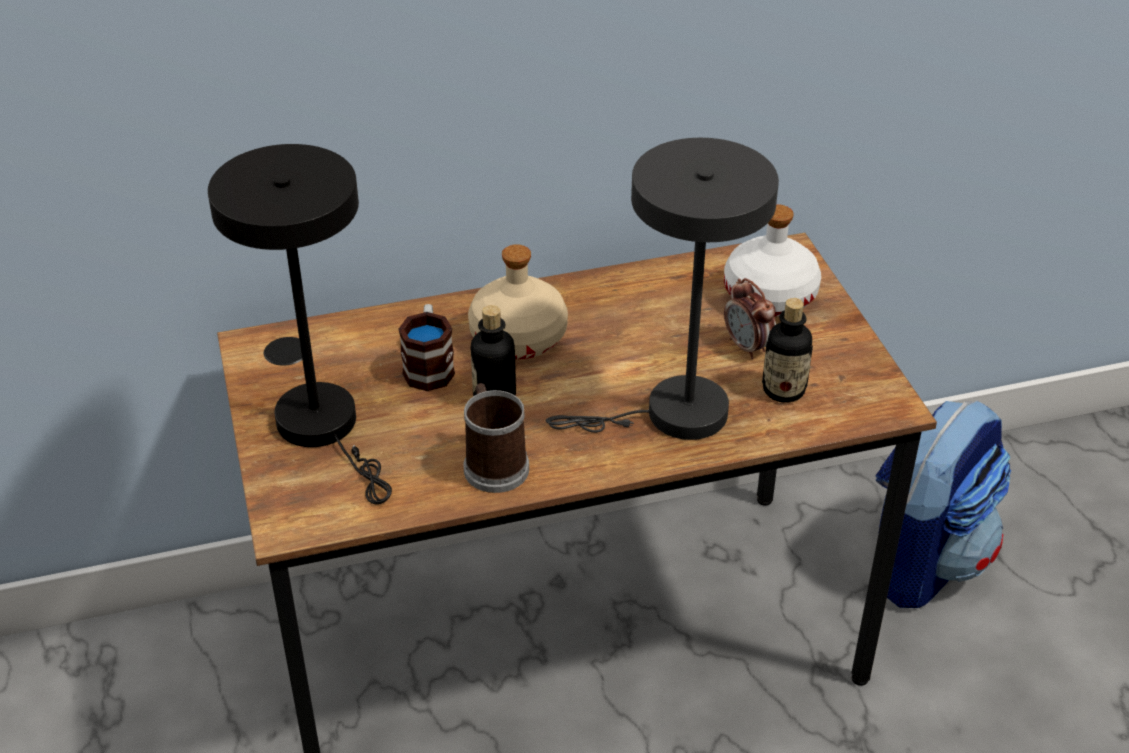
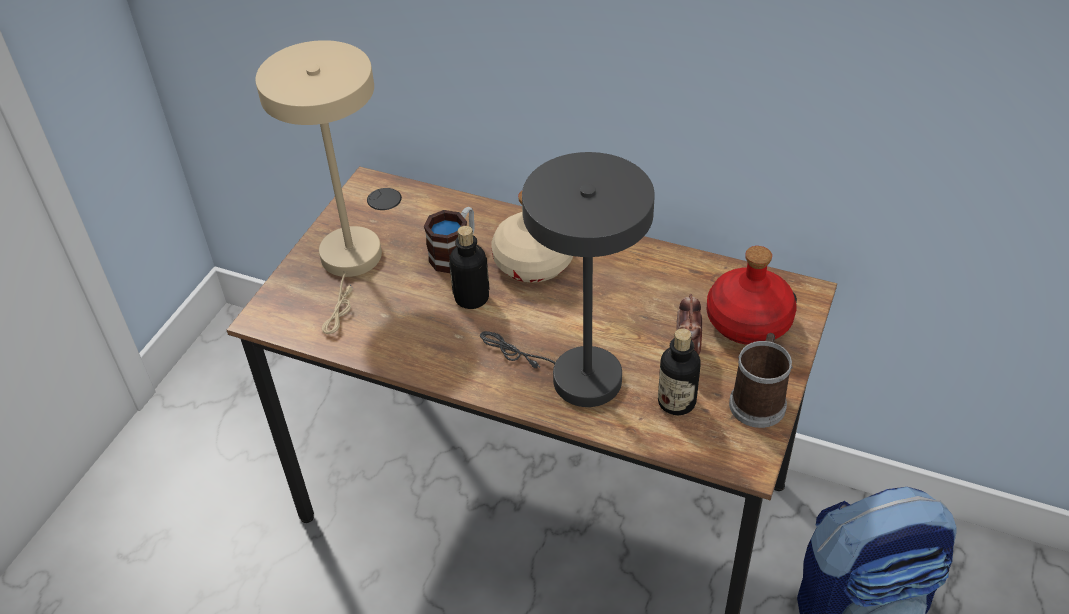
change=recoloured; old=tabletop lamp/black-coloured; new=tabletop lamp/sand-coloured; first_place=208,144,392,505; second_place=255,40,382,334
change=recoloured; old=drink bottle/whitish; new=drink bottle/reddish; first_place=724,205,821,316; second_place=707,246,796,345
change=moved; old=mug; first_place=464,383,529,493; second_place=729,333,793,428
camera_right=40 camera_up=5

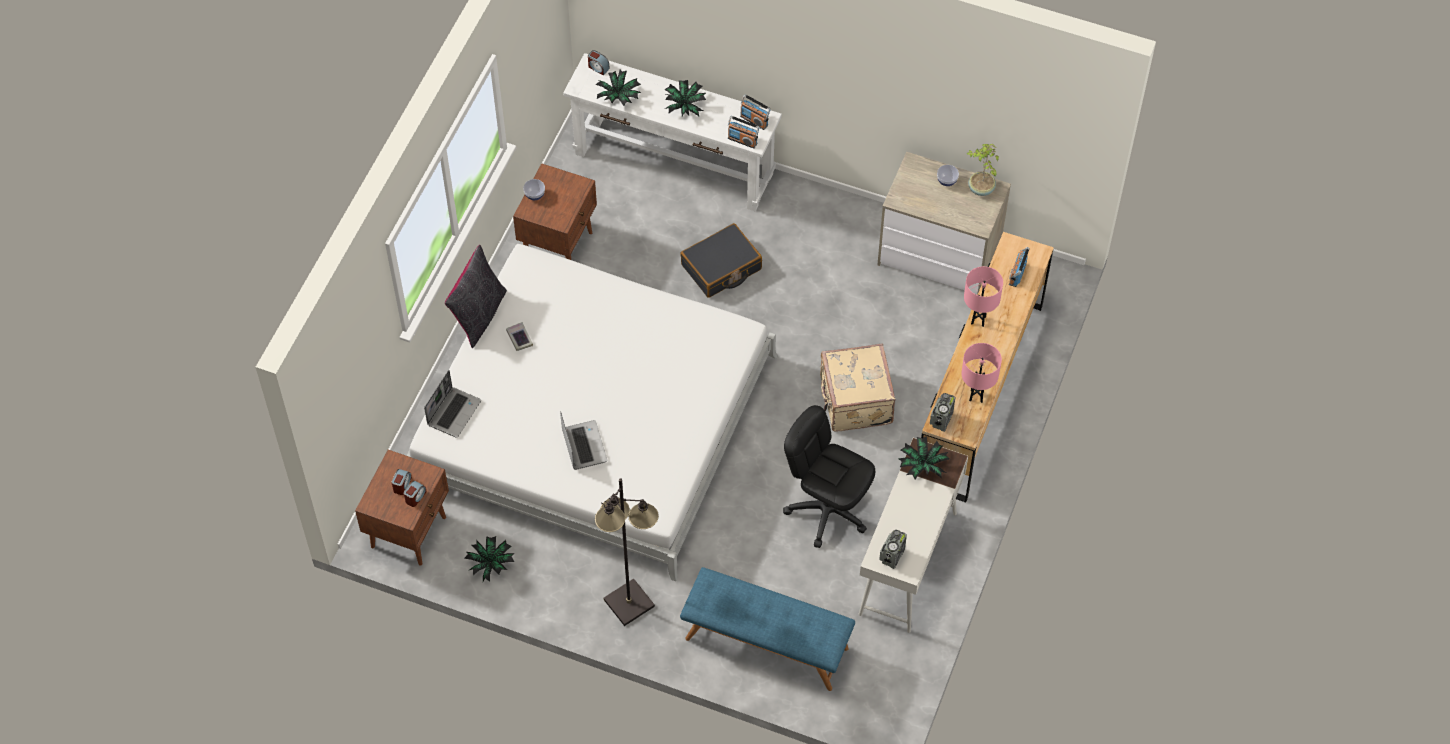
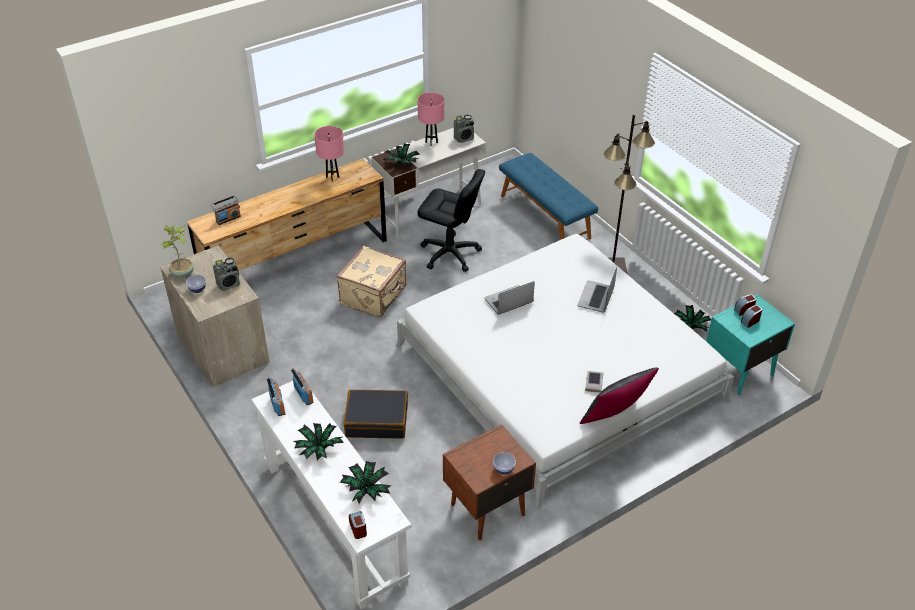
change=moved; old=tabletop lamp/pink; first_place=964,266,1003,327; second_place=417,92,445,146
change=moved; old=laptop; first_place=424,370,481,437; second_place=484,281,535,315
change=moved; old=radio receiver; first_place=930,393,955,432; second_place=213,258,240,291
change=turned; old=office chair/black-coloured; first_place=783,405,875,548; second_place=417,169,485,272; degrees=-45
change=recoloured; old=nightstand/brown-coloured; new=nightstand/turquoise; first_place=355,450,449,565; second_place=706,294,795,395
camera_right=-145 camera_up=-15

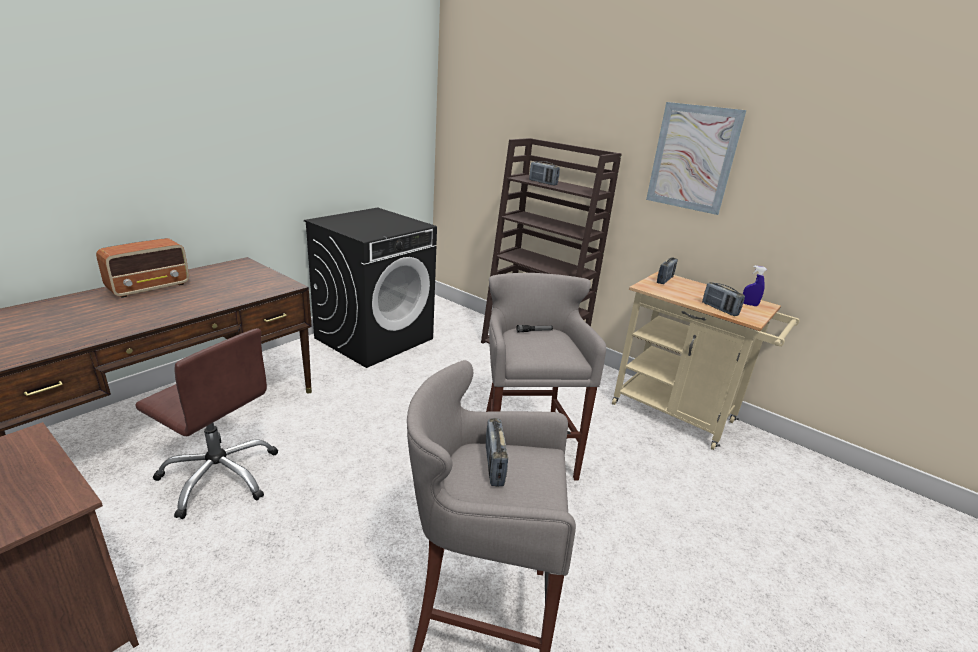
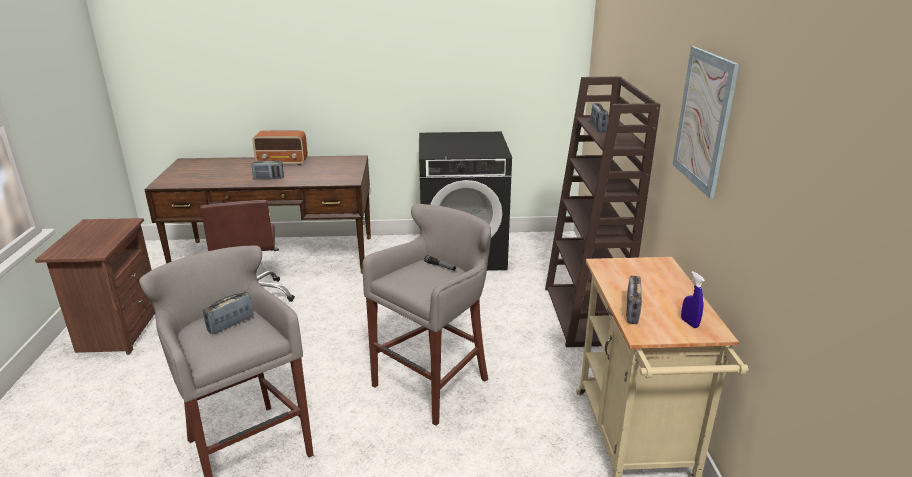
change=moved; old=radio receiver; first_place=657,257,678,284; second_place=252,160,284,180
camera_right=50 camera_up=0

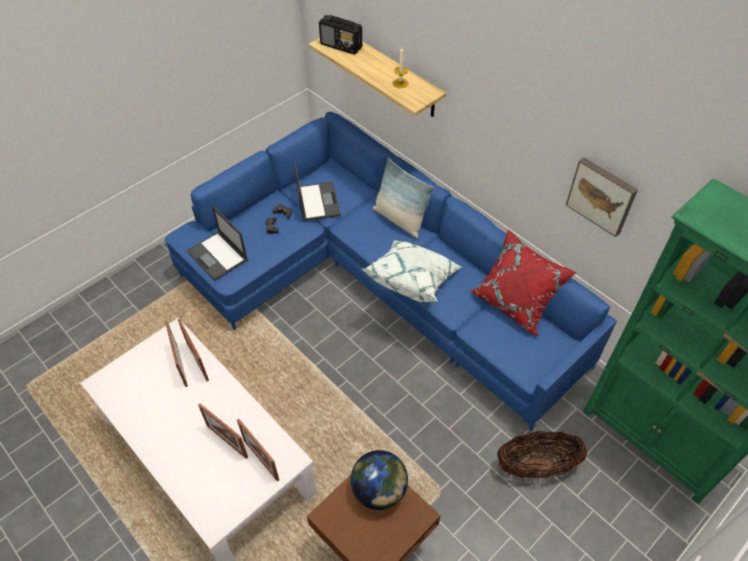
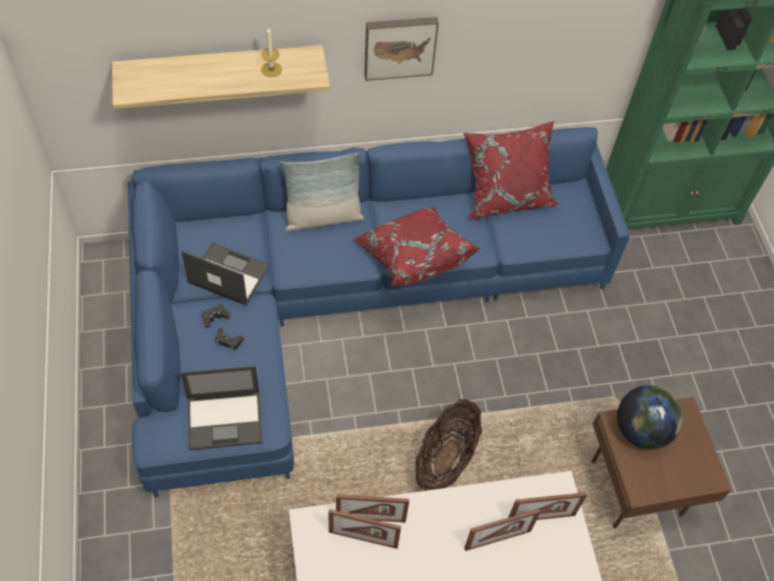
change=removed; old=radio receiver; first_place=319,15,362,55
change=moved; old=wall art; first_place=566,157,638,237; second_place=364,17,439,81
change=recoloured; old=cushion/whitish; new=cushion/reddish; first_place=362,240,461,302; second_place=352,207,481,286
change=moved; old=household basket; first_place=497,431,587,478; second_place=415,399,482,491
camera_right=-60 camera_up=5

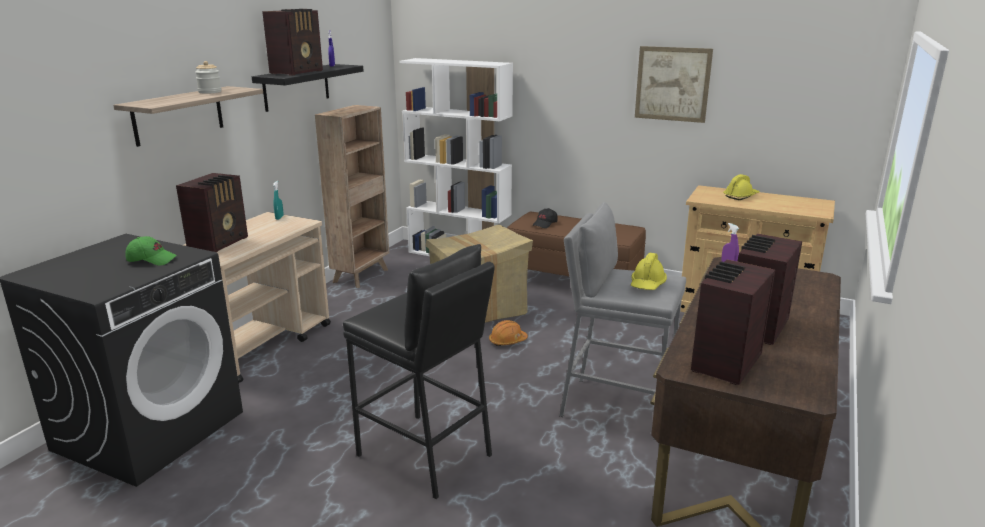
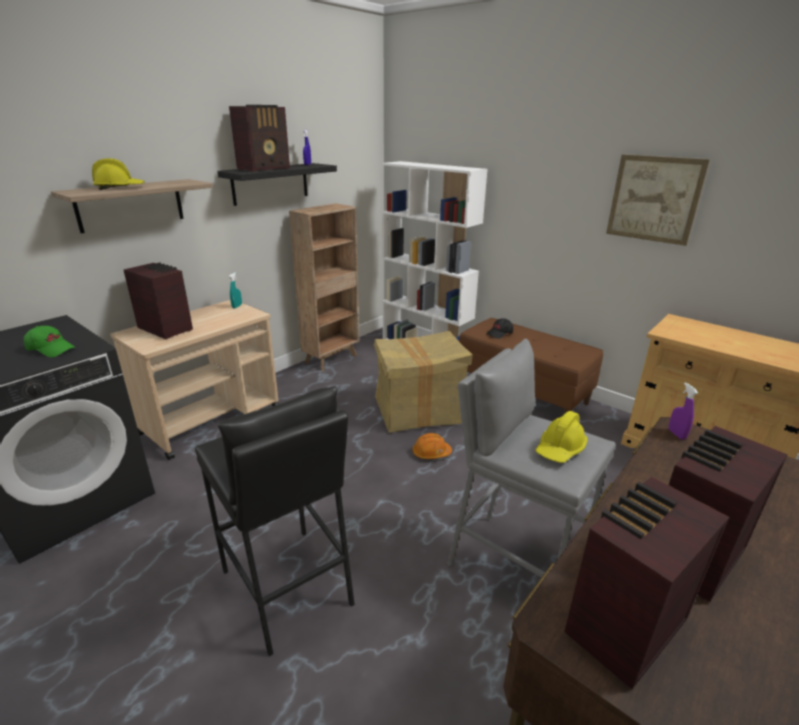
change=removed; old=preserve jar; first_place=195,61,221,94
change=turned; old=radio receiver; first_place=176,173,248,252; second_place=124,262,193,339; degrees=-90
change=moved; old=safety helmet/yellowish; first_place=723,174,760,200; second_place=92,158,145,190
camera_right=15 camera_up=5

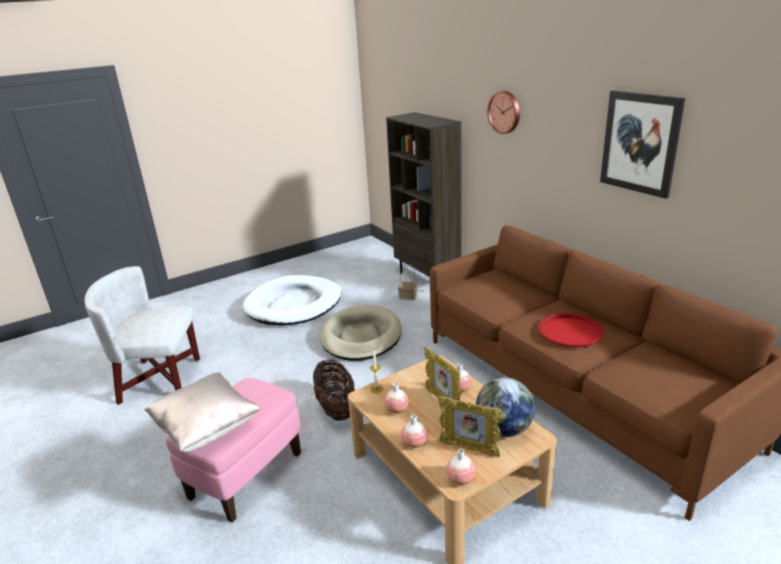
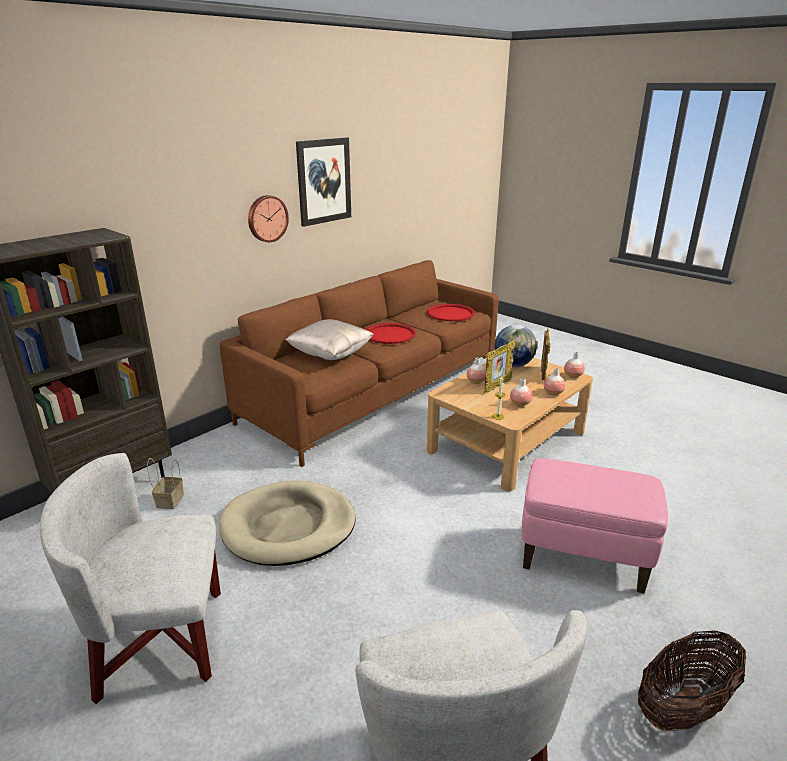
change=moved; old=hanging clock; first_place=487,91,520,134; second_place=248,195,289,242
change=replaced; old=pet bed/whitish; new=lounge chair/whitish; first_place=243,275,342,325; second_place=40,453,221,704
change=moved; old=household basket; first_place=313,359,355,421; second_place=638,631,746,731
change=moved; old=cushion/sand-coloured; first_place=144,372,260,452; second_place=285,319,374,360
change=added; new=tray/reddish; second_place=427,304,475,321
camera_right=-105 camera_up=0

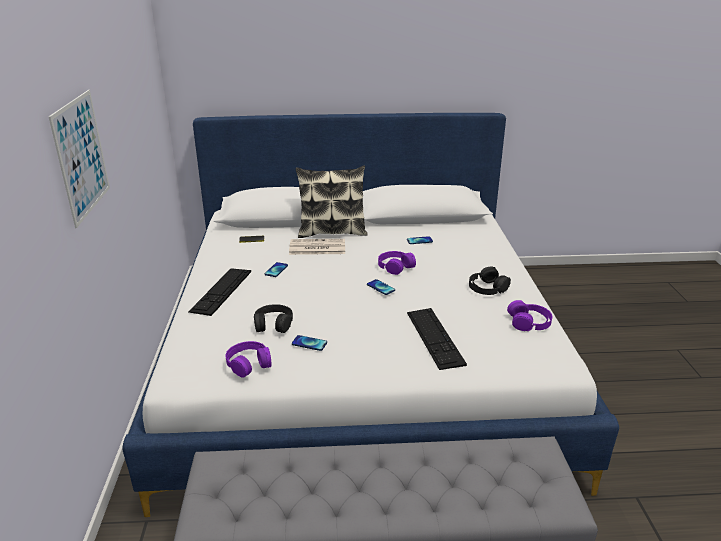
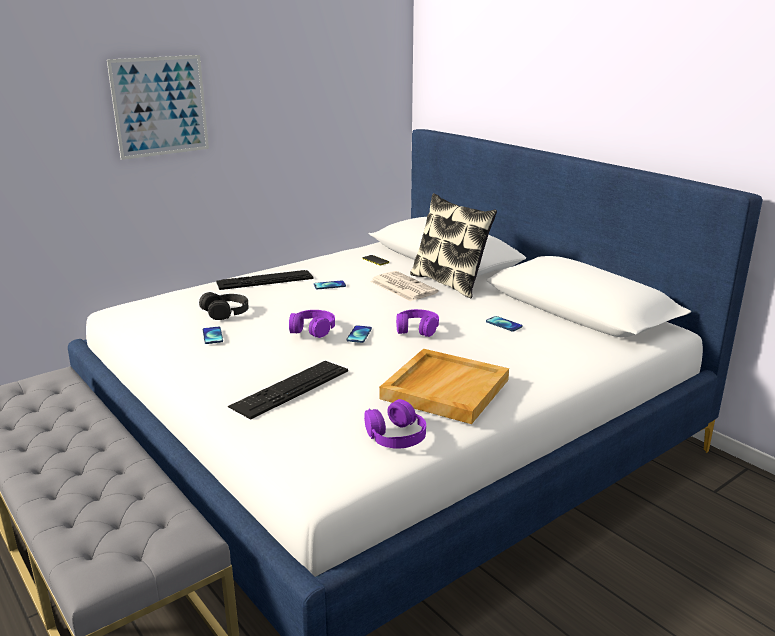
change=replaced; old=headset/black-coloured; new=tray/sand-coloured; first_place=469,267,511,295; second_place=379,349,509,424
change=moved; old=headset/purple-coloured; first_place=226,341,272,378; second_place=289,310,335,338
camera_right=55 camera_up=-5

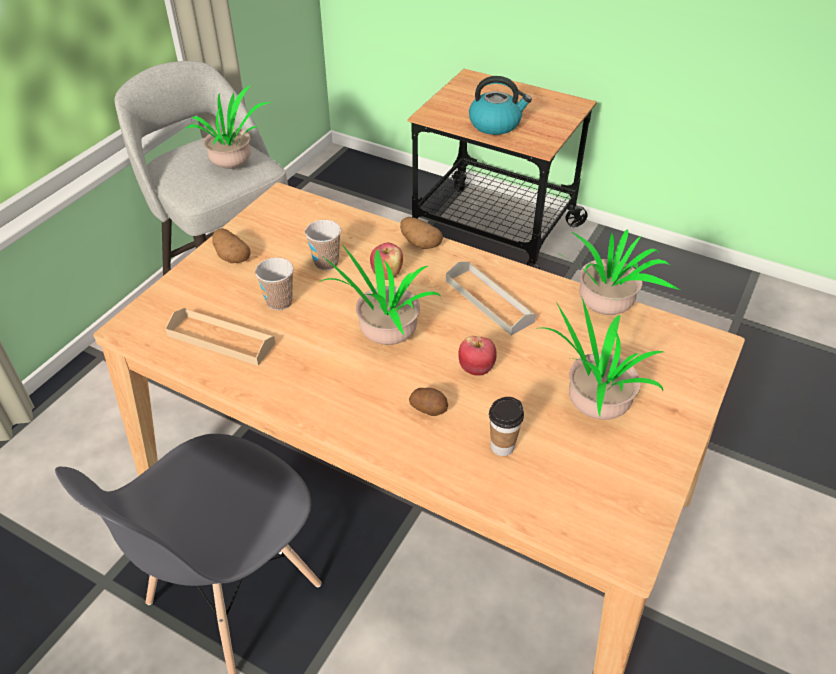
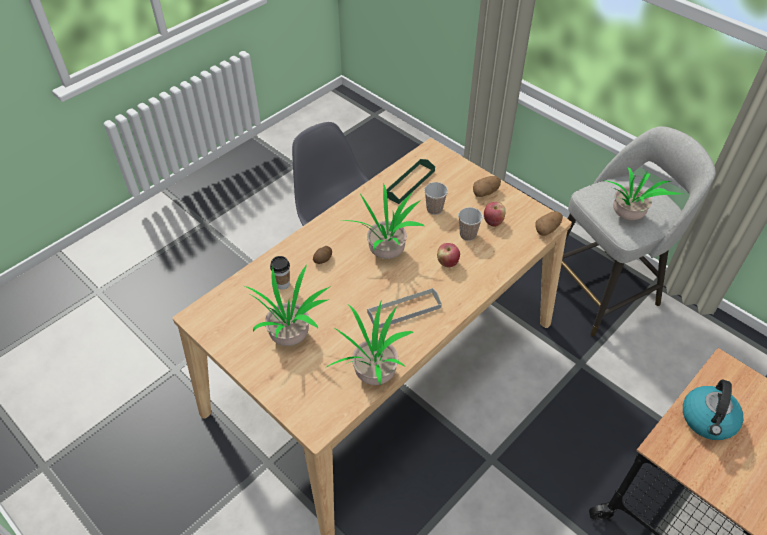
change=moved; old=spud; first_place=400,217,443,249; second_place=535,211,563,236
change=recoloured; old=tray/sand-coloured; new=tray/greenish; first_place=165,308,276,366; second_place=386,159,435,204
change=moved; old=apple fruit; first_place=458,336,497,376; second_place=484,202,506,227
camera_right=105 camera_up=5

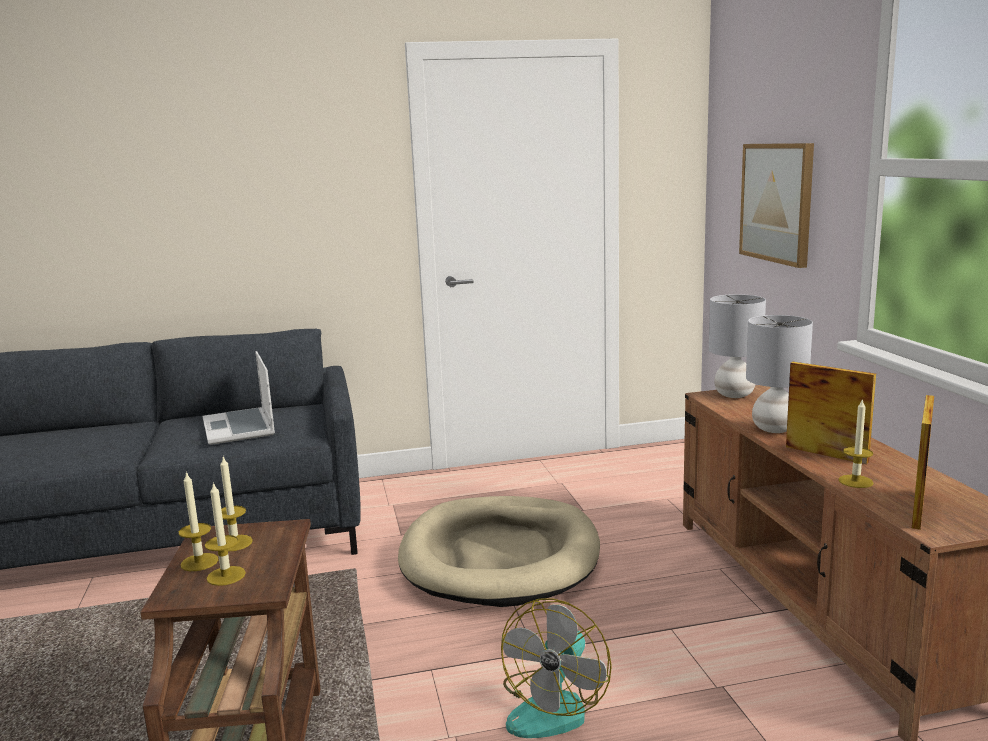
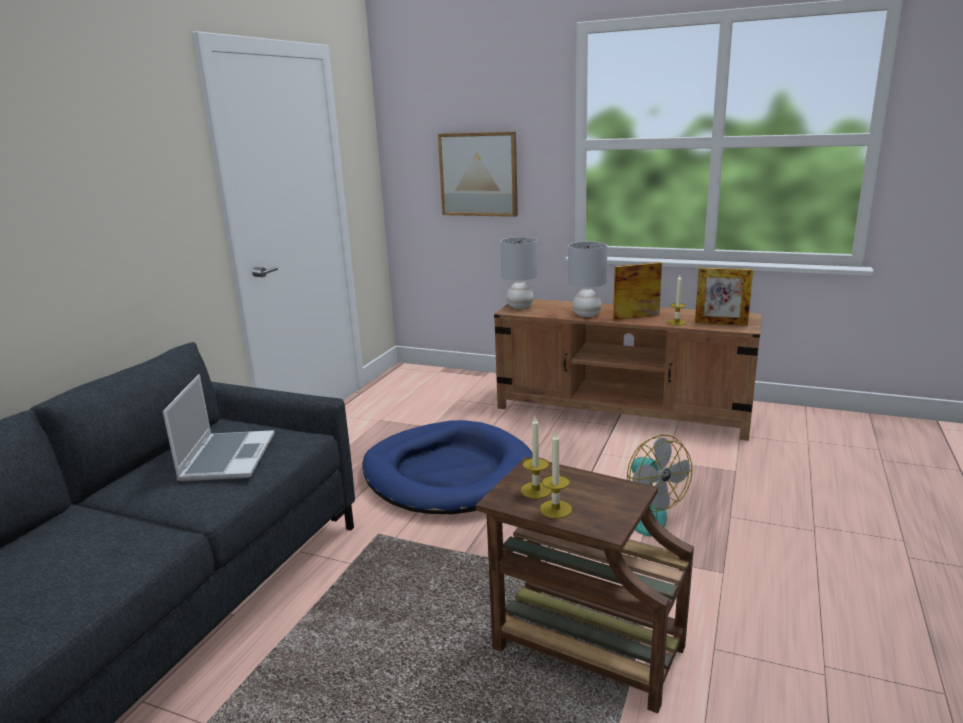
change=turned; old=laptop; first_place=203,351,275,445; second_place=163,374,274,481; degrees=-105
change=turned; old=picture frame; first_place=912,395,934,530; second_place=695,268,753,326; degrees=-45
change=removed; old=wax candle; first_place=205,482,246,586
change=recoloured; old=pet bed/sand-coloured; new=pet bed/blue-coloured; first_place=398,496,600,607; second_place=362,420,532,514
camera_right=-55 camera_up=5

